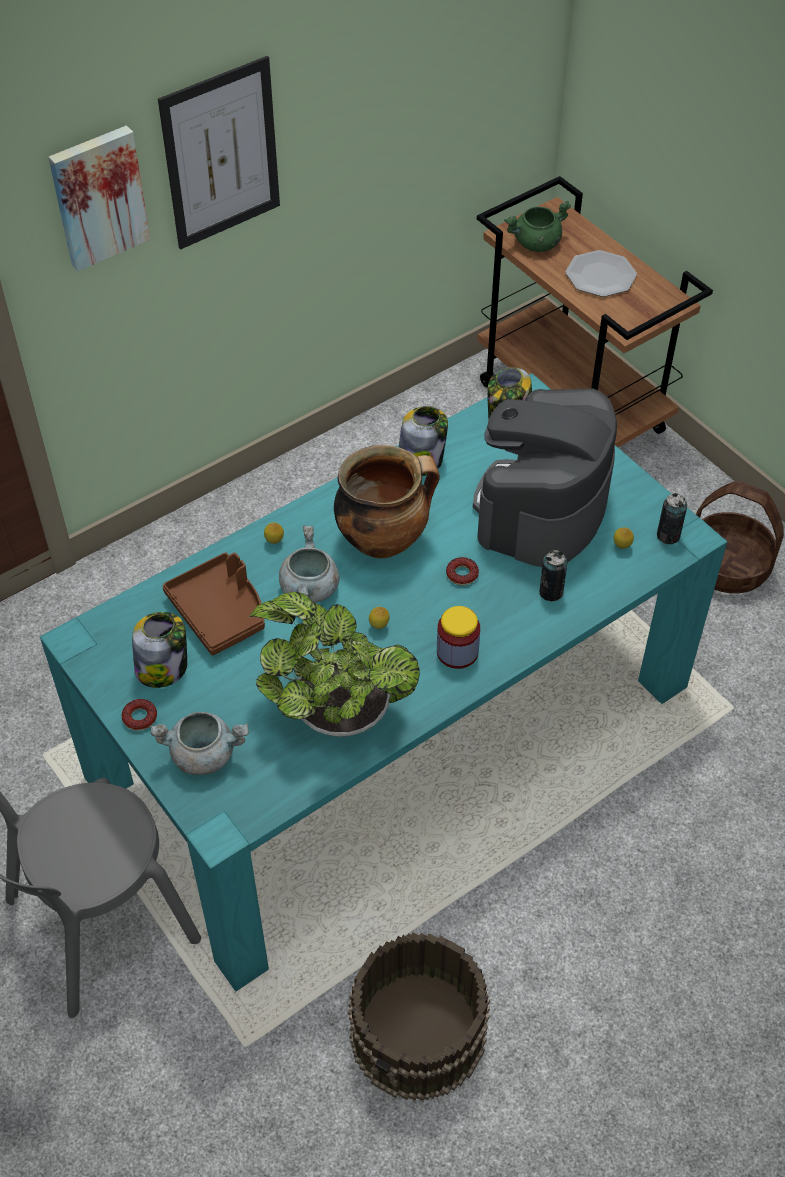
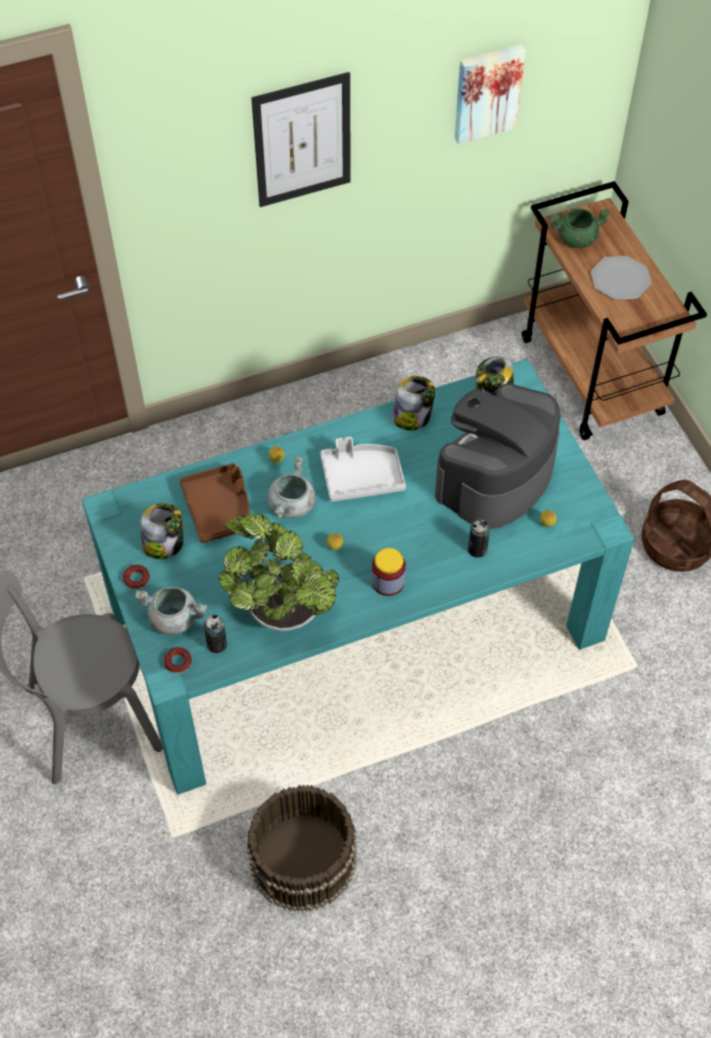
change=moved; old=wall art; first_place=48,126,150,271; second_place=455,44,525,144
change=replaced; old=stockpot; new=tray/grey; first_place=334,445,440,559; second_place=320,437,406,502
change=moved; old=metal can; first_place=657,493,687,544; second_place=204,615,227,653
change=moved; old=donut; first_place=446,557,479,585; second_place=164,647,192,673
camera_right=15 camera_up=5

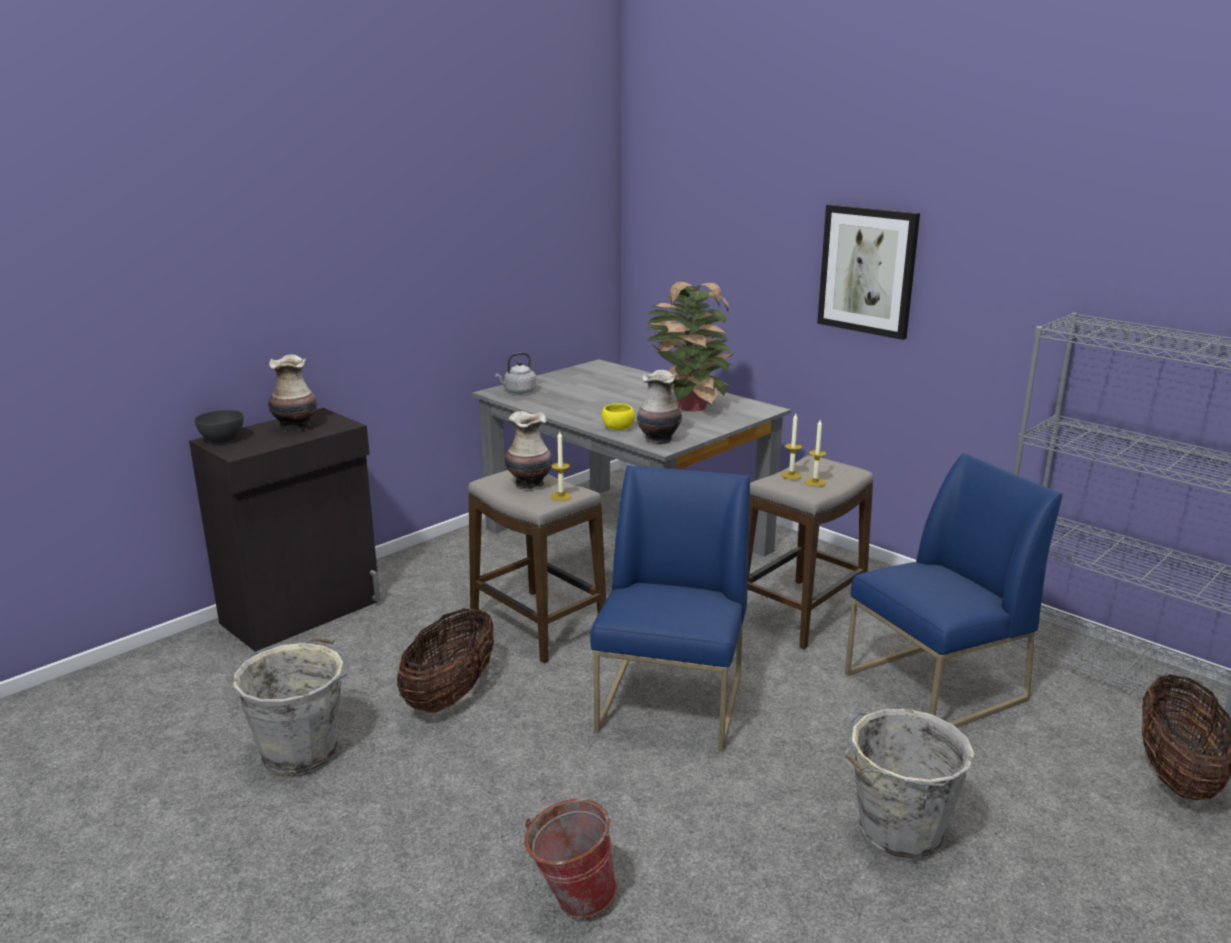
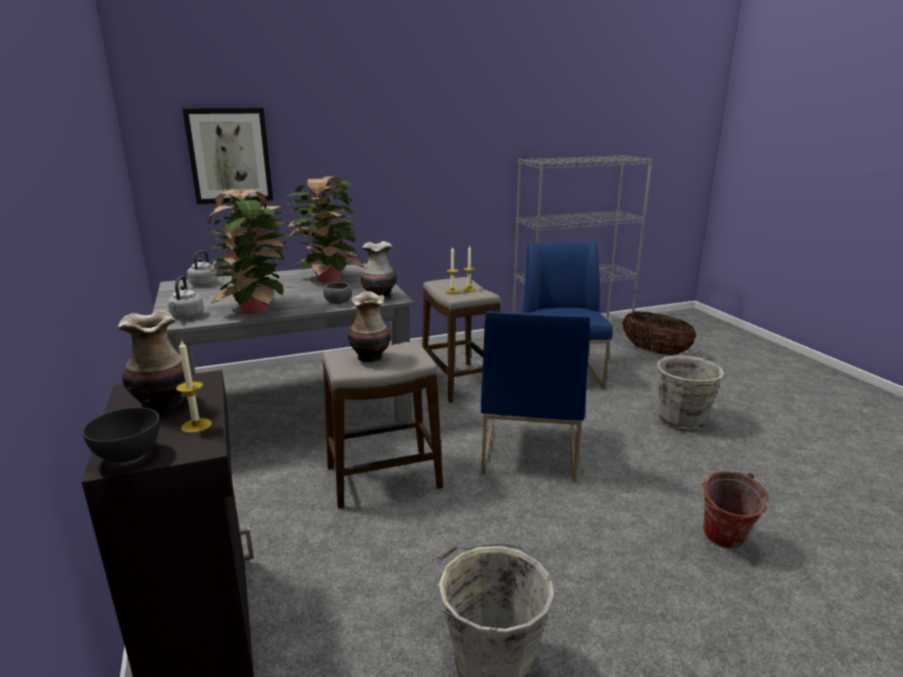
change=moved; old=wall art; first_place=817,204,920,340; second_place=182,108,273,204
change=recoloured; old=serving bowl/yellowish; new=serving bowl/grey; first_place=602,404,635,430; second_place=323,282,352,304
change=moved; old=wax candle; first_place=550,432,572,501; second_place=176,339,212,433
change=turned; old=upright chair/blue-coloured; first_place=590,465,750,751; second_place=481,311,590,483; degrees=-120
change=removed; old=household basket; first_place=397,608,494,712
change=added; new=houseplant; second_place=206,189,294,314
change=added; new=kettle/grey; second_place=187,250,218,286
camera_right=-65 camera_up=0

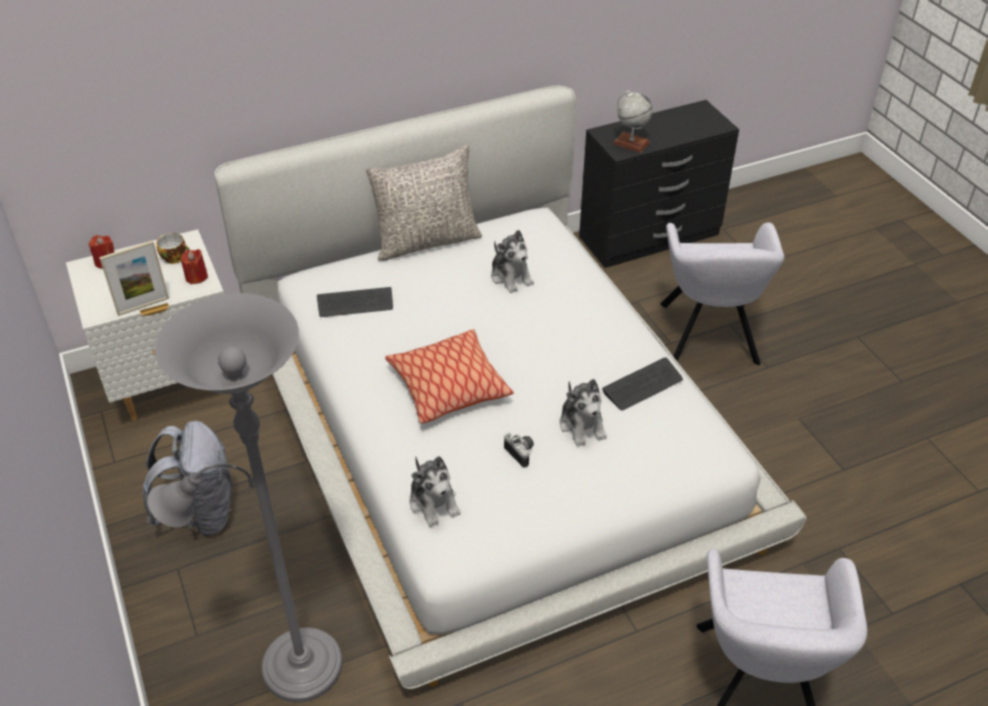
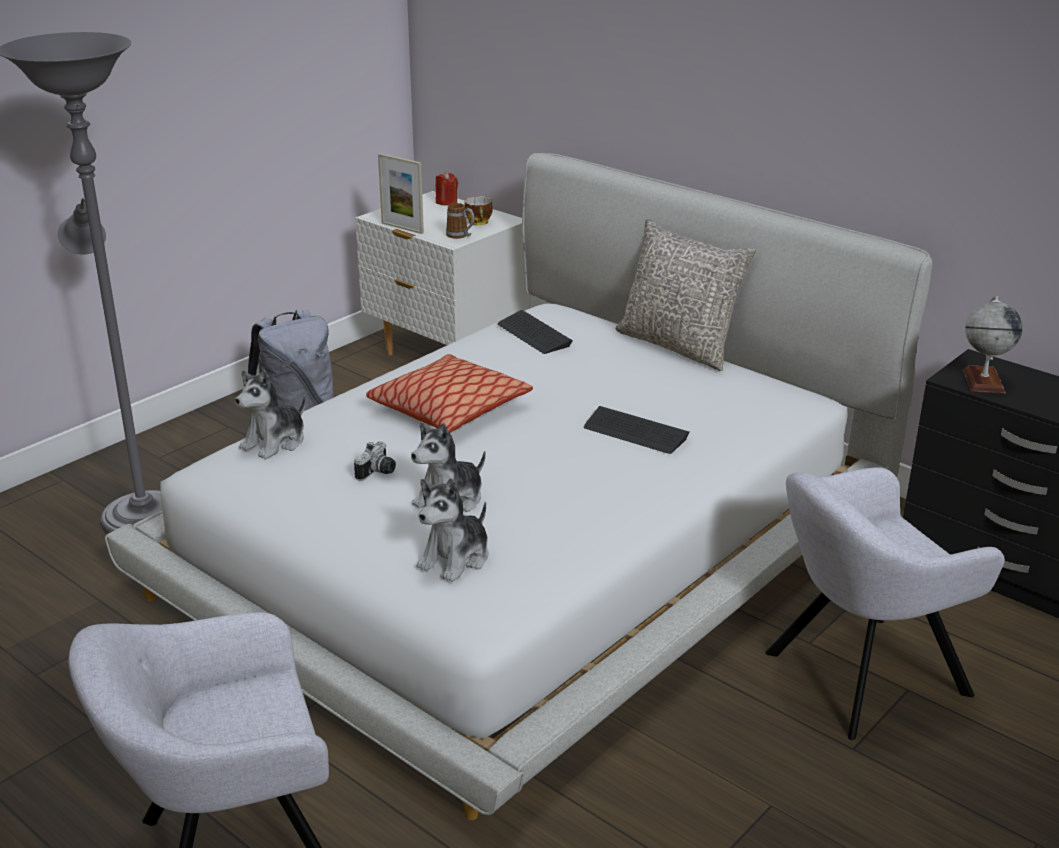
change=moved; old=soft toy; first_place=491,230,534,293; second_place=417,478,488,582
change=replaced; old=wax candle/reddish; new=mug; first_place=181,249,208,284; second_place=446,203,474,239
change=moved; old=keyboard; first_place=602,358,683,411; second_place=584,406,689,454
camera_right=65 camera_up=-15

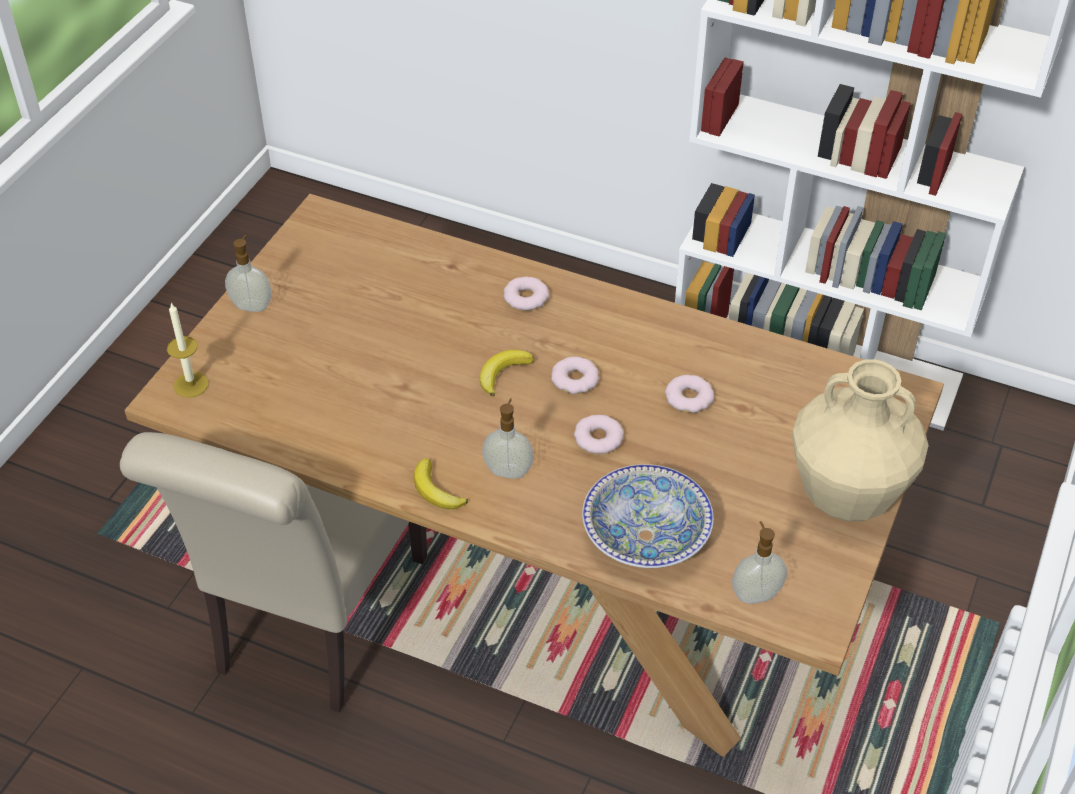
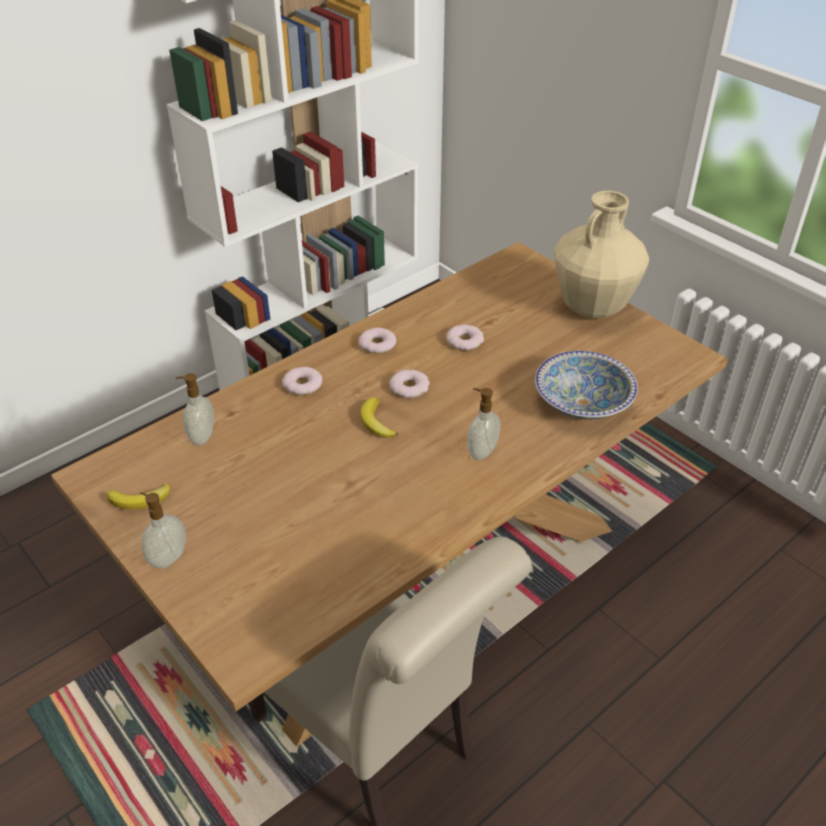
change=removed; old=wax candle; first_place=167,303,209,398
change=moved; old=donut; first_place=574,415,624,454; second_place=359,328,396,354
change=moved; old=banana; first_place=414,458,468,509; second_place=107,483,170,510
change=moved; old=soap dispenser; first_place=732,521,787,604; second_place=176,373,214,445
camera_right=-65 camera_up=-5

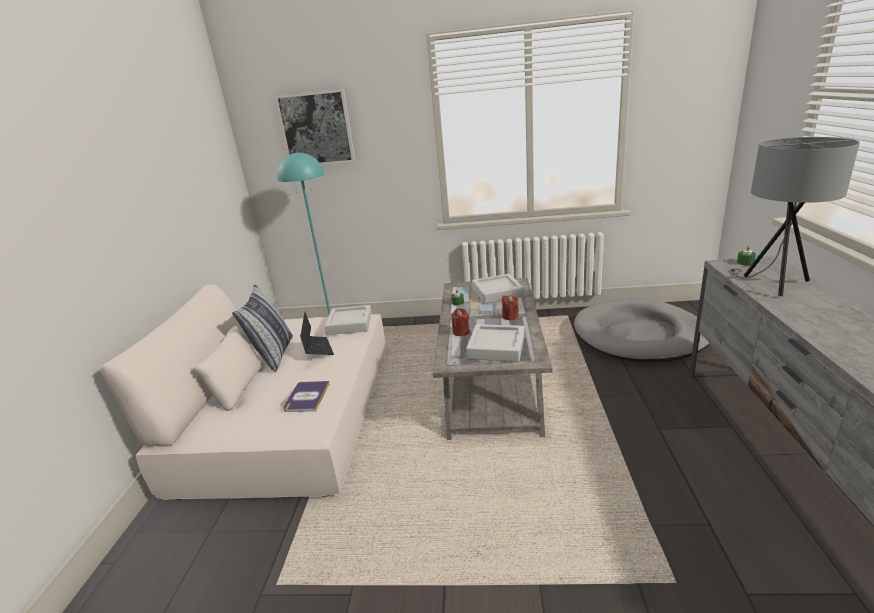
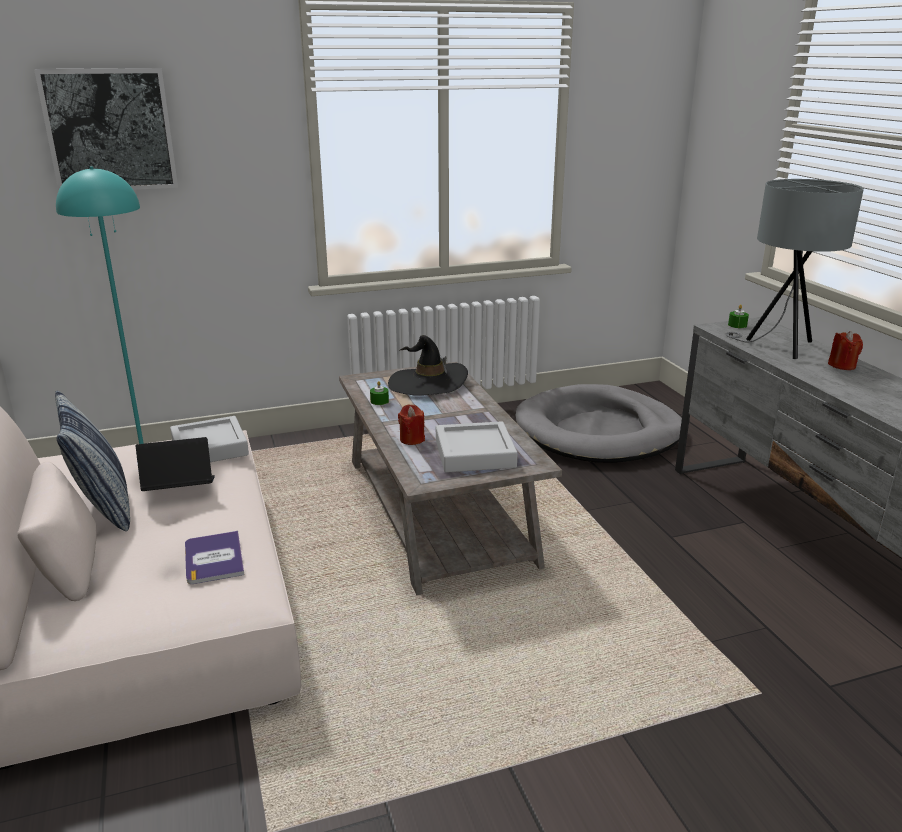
change=replaced; old=tray/grey; new=wearable hat/black-coloured; first_place=472,274,524,304; second_place=388,335,468,396
change=moved; old=wax candle/reddish; first_place=502,295,519,320; second_place=828,331,863,370
change=turned; old=laptop; first_place=300,312,334,355; second_place=136,437,215,491; degrees=-60
camera_right=-25 camera_up=0

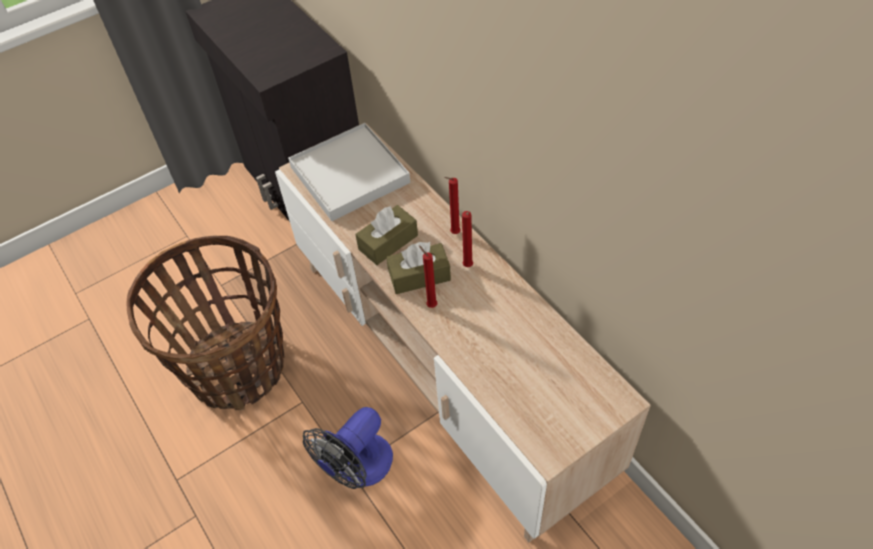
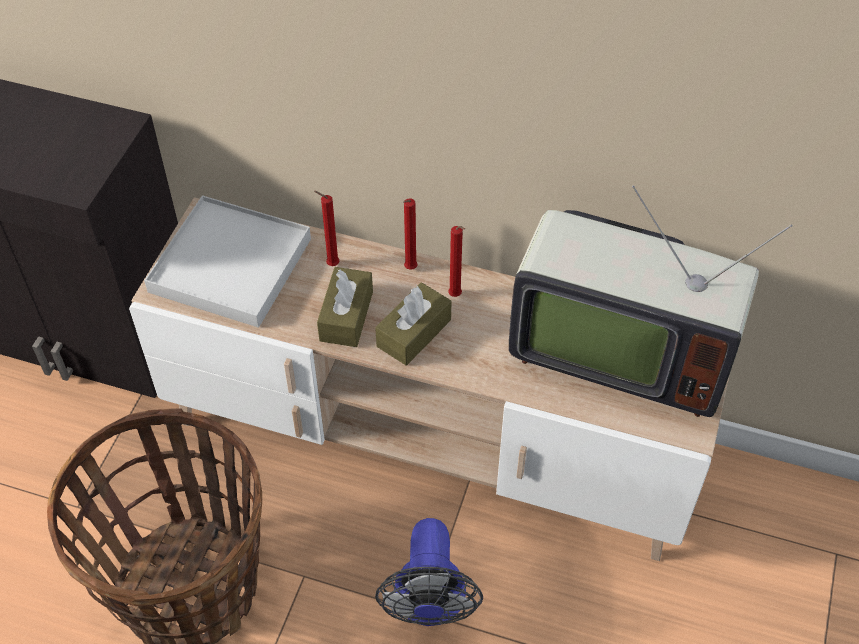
change=moved; old=wax candle/reddish; first_place=419,245,437,308; second_place=314,191,340,266
change=added; new=television; second_place=509,185,793,417
camera_right=-40 camera_up=0

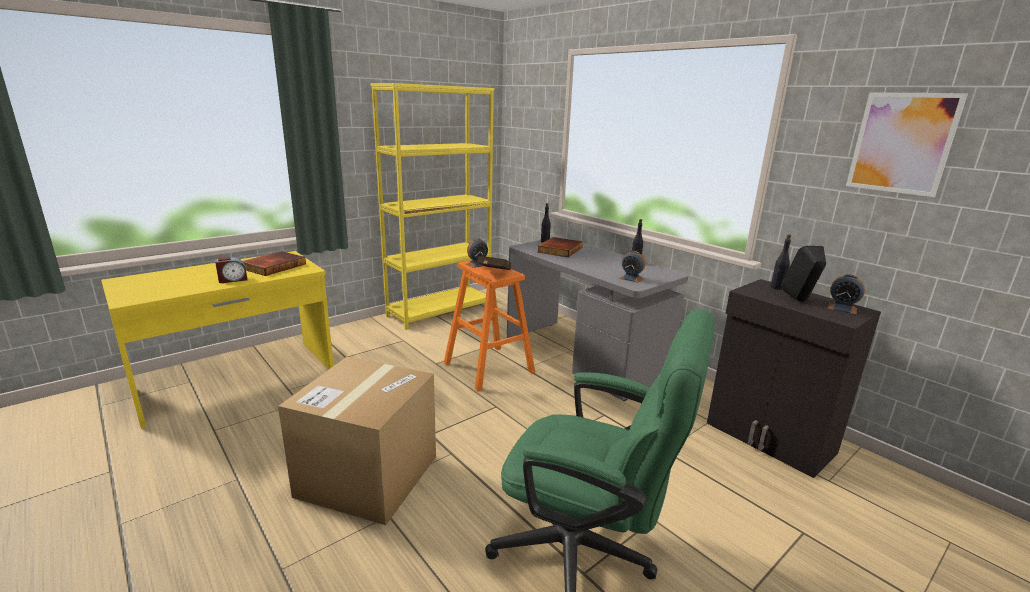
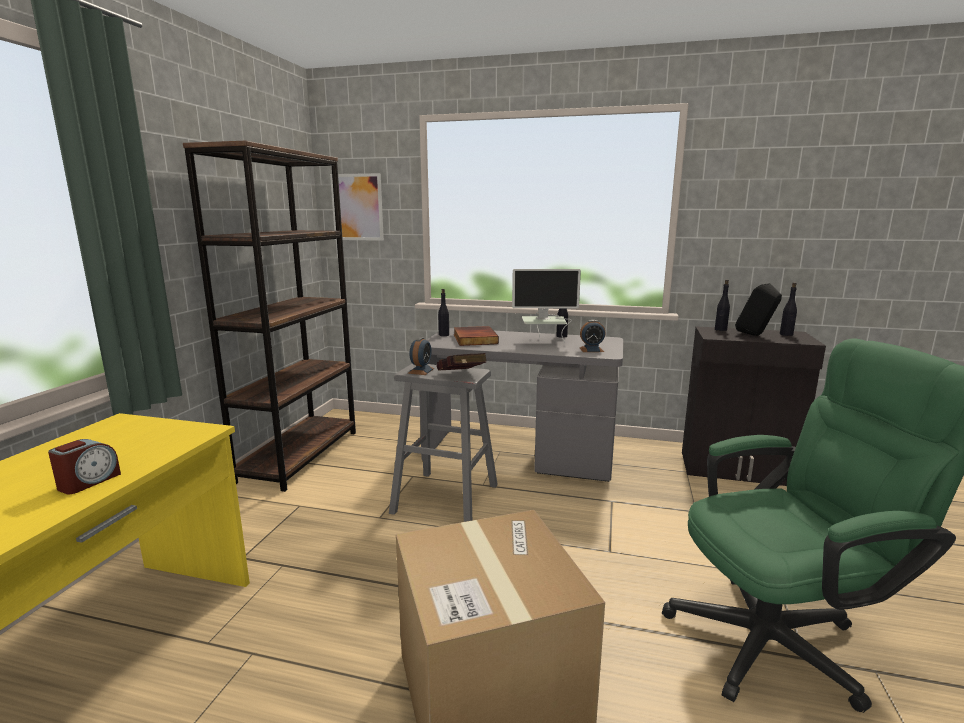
change=recoloured; old=shelving unit/yellowish; new=shelving unit/brown-coloured; first_place=371,83,494,330; second_place=183,141,356,492
change=moved; old=wall art; first_place=846,92,968,197; second_place=330,173,384,241
change=removed; old=volume; first_place=243,251,306,276
change=recoloured; old=stool/orange; new=stool/grey; first_place=444,260,535,391; second_place=389,364,498,522
change=replaced; old=alarm clock; new=drink bottle/black-coloured; first_place=827,274,865,315; second_place=780,282,797,336
change=added; new=monitor; second_place=512,269,581,342
camera_right=-35 camera_up=-5

